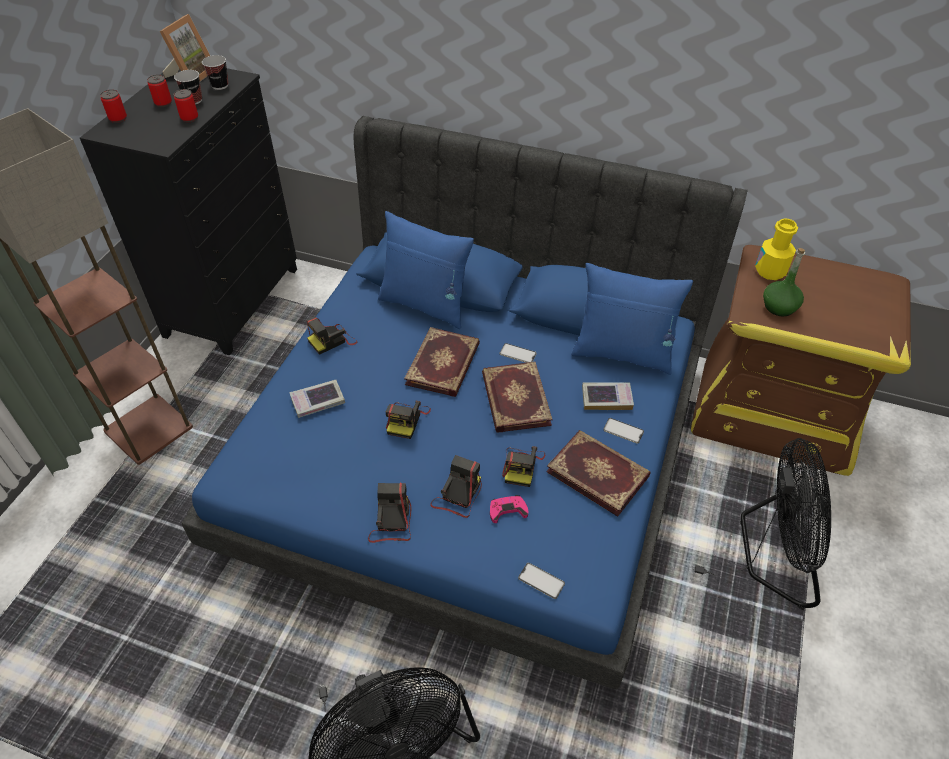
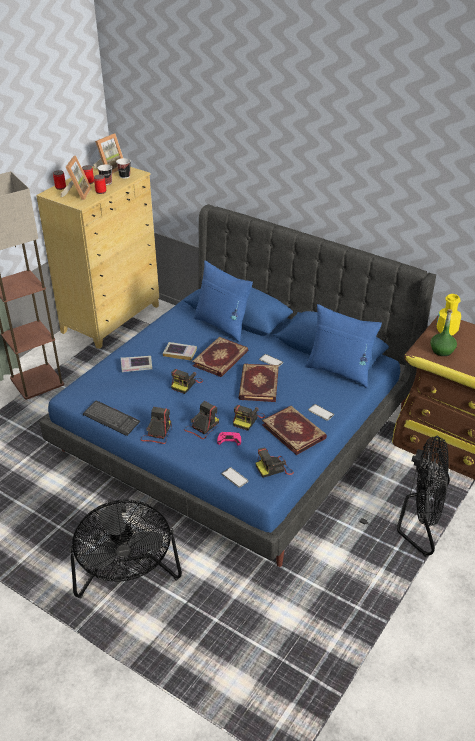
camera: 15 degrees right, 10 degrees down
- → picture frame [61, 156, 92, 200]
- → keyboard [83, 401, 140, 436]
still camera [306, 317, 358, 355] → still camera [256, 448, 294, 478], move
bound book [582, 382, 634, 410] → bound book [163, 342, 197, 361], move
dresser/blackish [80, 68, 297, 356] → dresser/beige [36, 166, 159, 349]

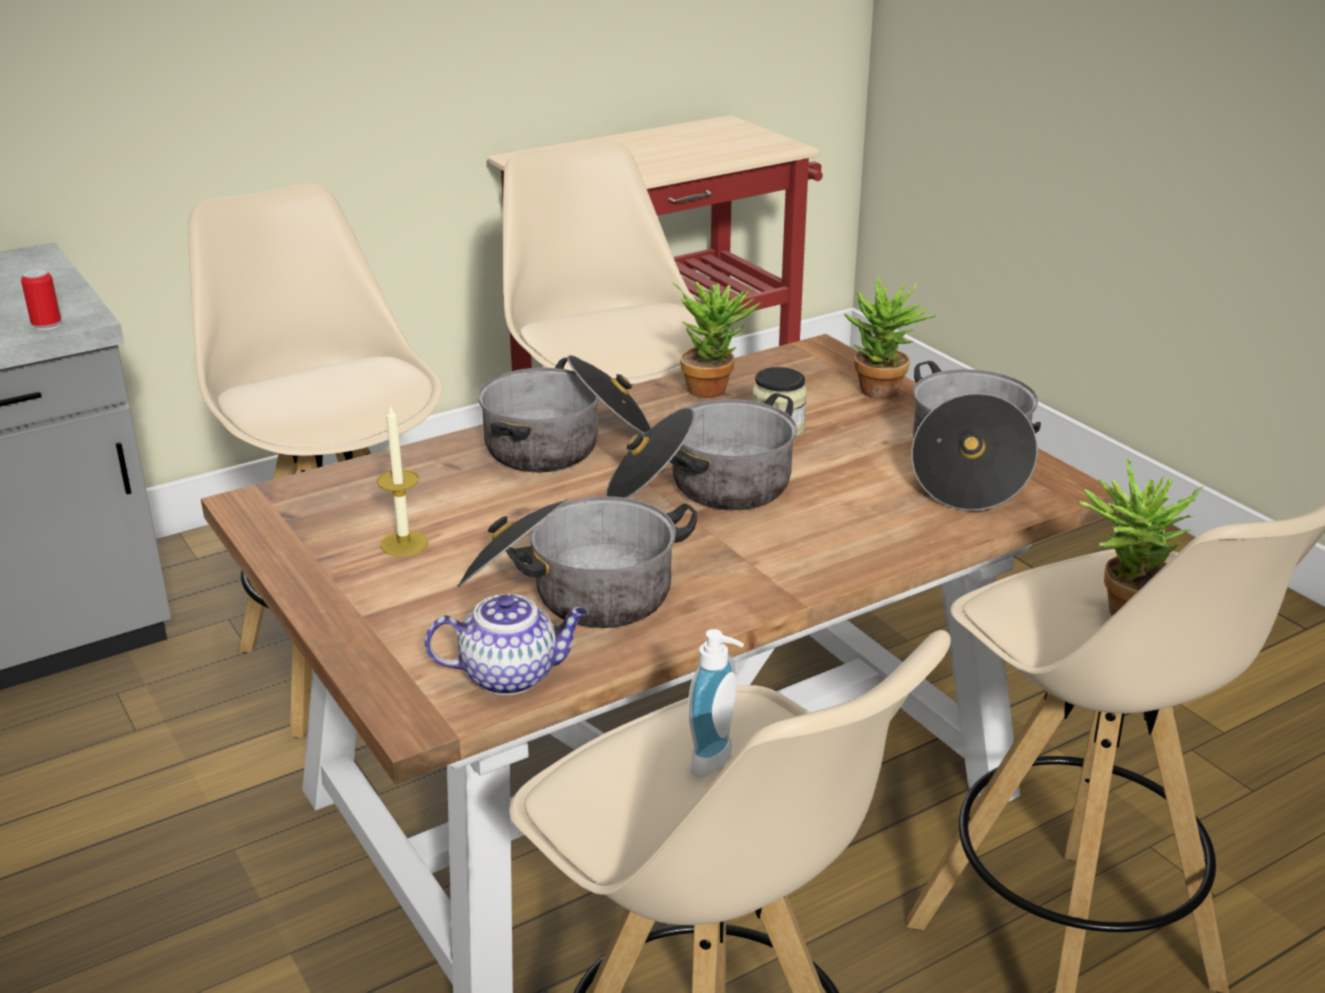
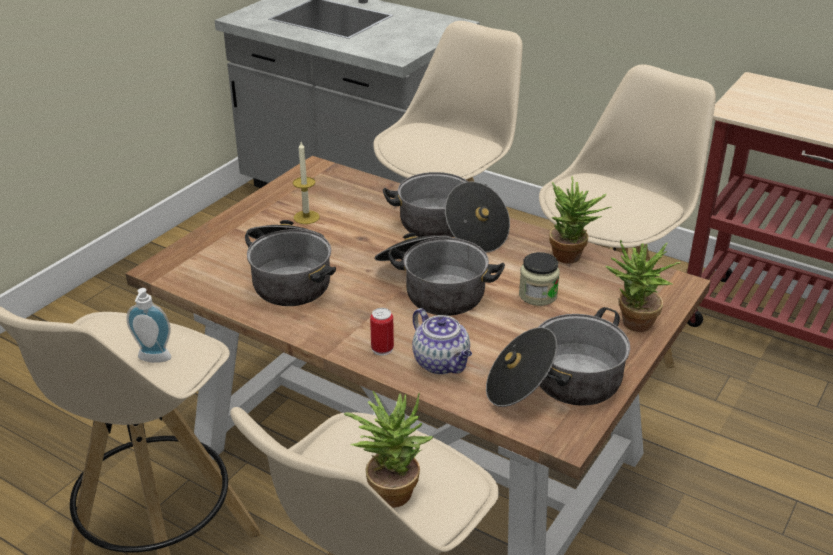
camera: 65 degrees right, 5 degrees up
can [21, 268, 61, 331] → can [370, 308, 394, 356], move
teapot [425, 594, 588, 695] → teapot [412, 308, 472, 375], move

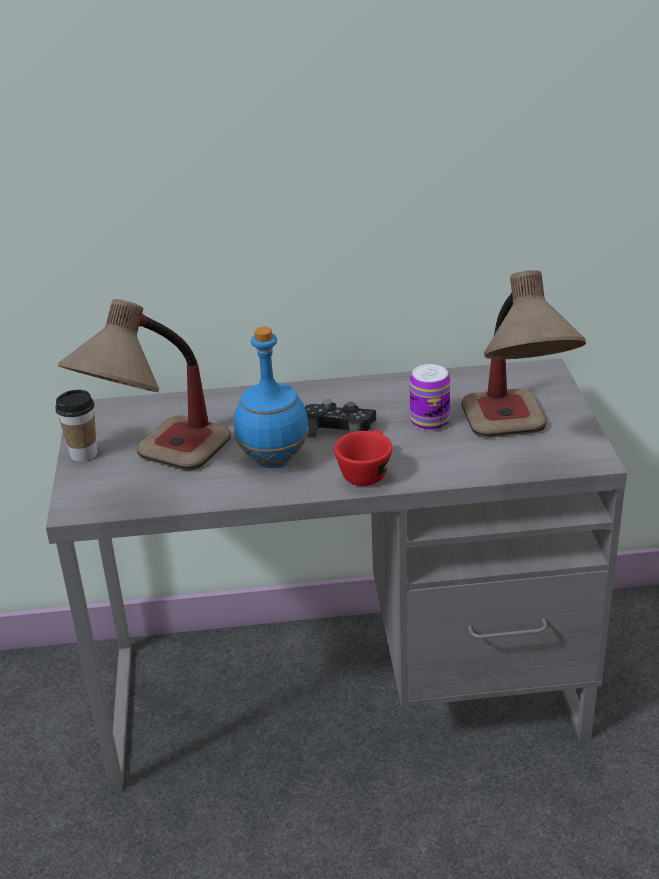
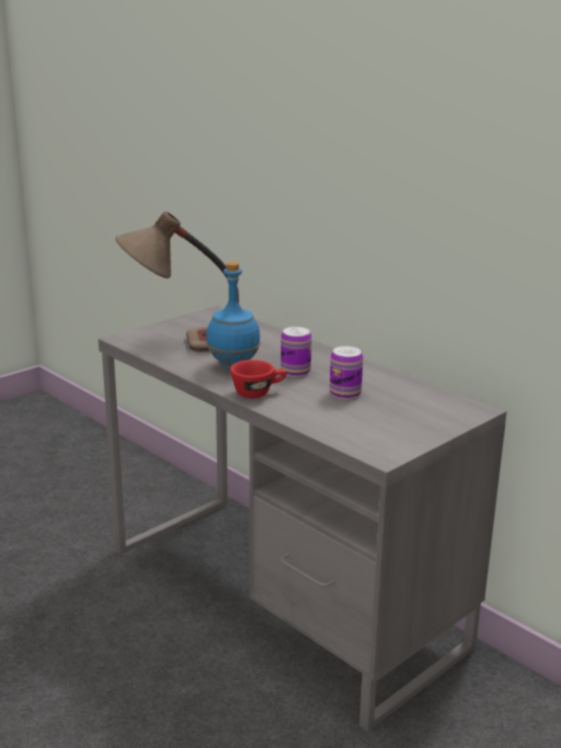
camera: 50 degrees right, 10 degrees down
cup [55, 390, 97, 462] → -
table lamp [461, 270, 586, 438] → -
game controller/blackish [305, 399, 376, 438] → can [281, 327, 312, 377]

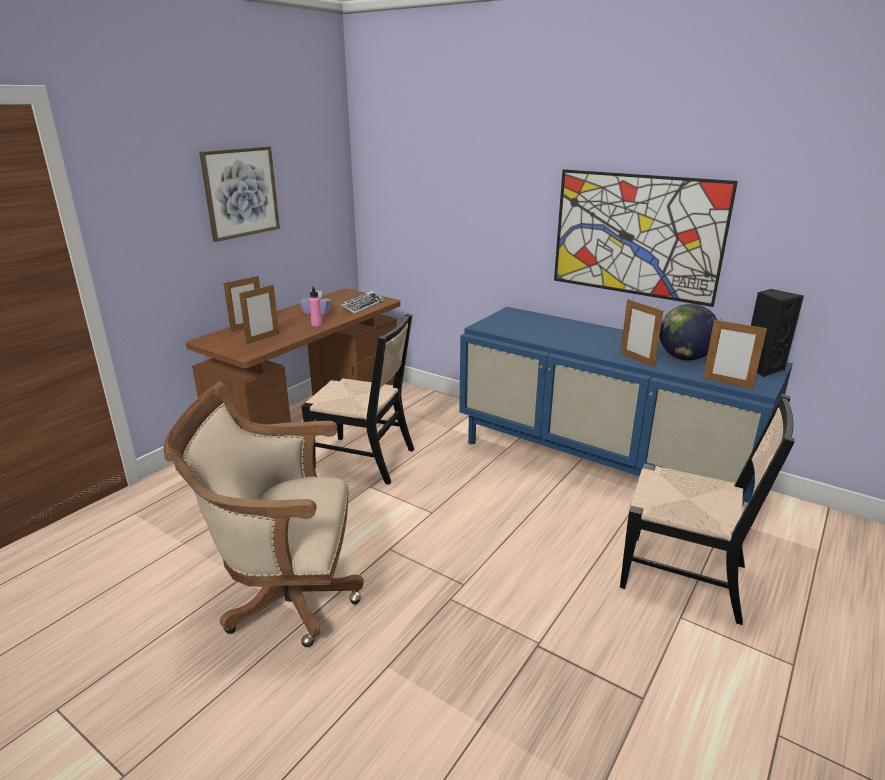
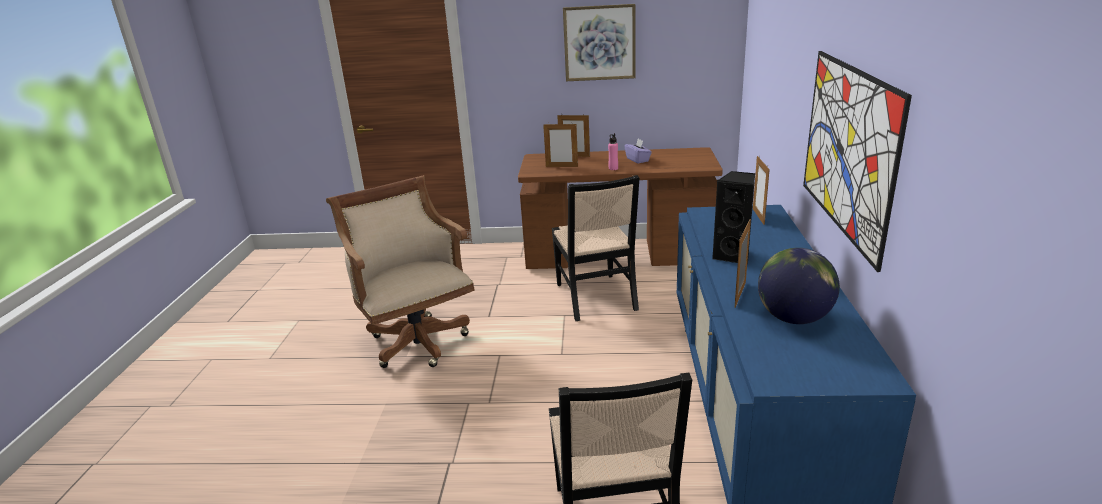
camera: 60 degrees right, 0 degrees up
keyboard [341, 291, 385, 314] → -
picture frame [703, 320, 767, 389] → picture frame [753, 156, 770, 225], move
speaker/blackish [751, 289, 804, 377] → speaker/blackish [712, 171, 755, 264], move

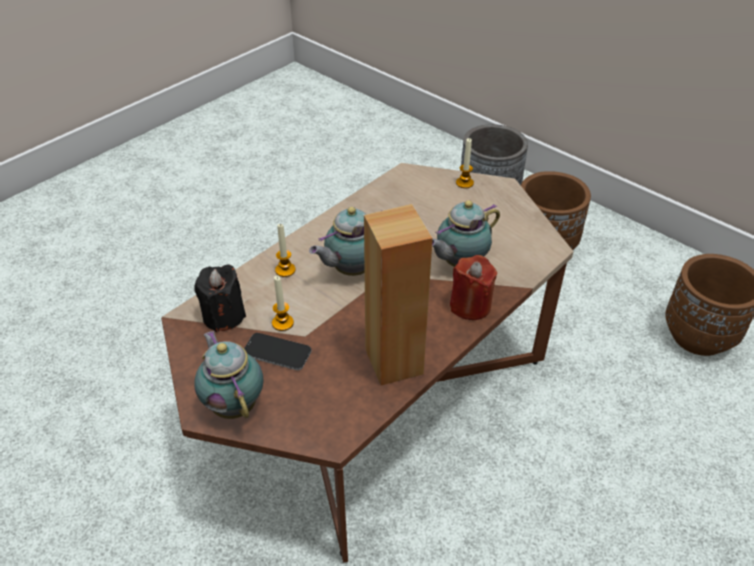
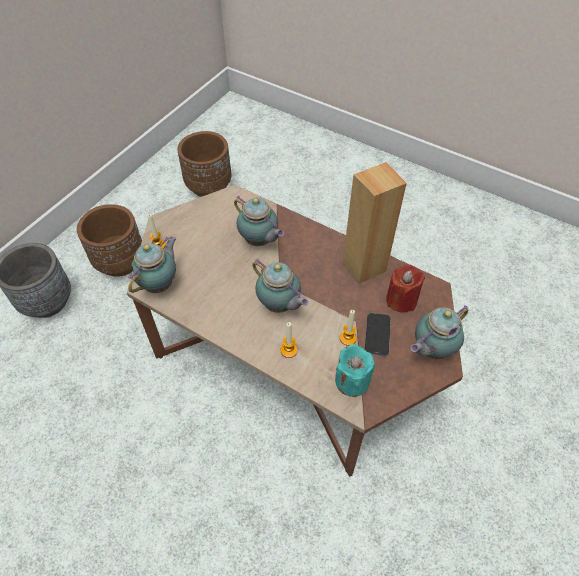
camera: 100 degrees left, 10 degrees up
- → teapot [128, 236, 176, 293]
wax candle/red [450, 255, 497, 320] → wax candle/red [386, 264, 425, 313], move
wax candle/blackish [194, 264, 246, 332] → wax candle/turquoise-coloured [335, 344, 375, 397]

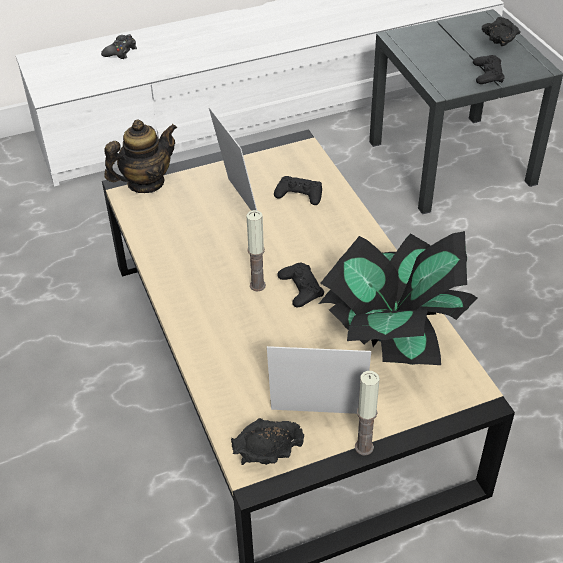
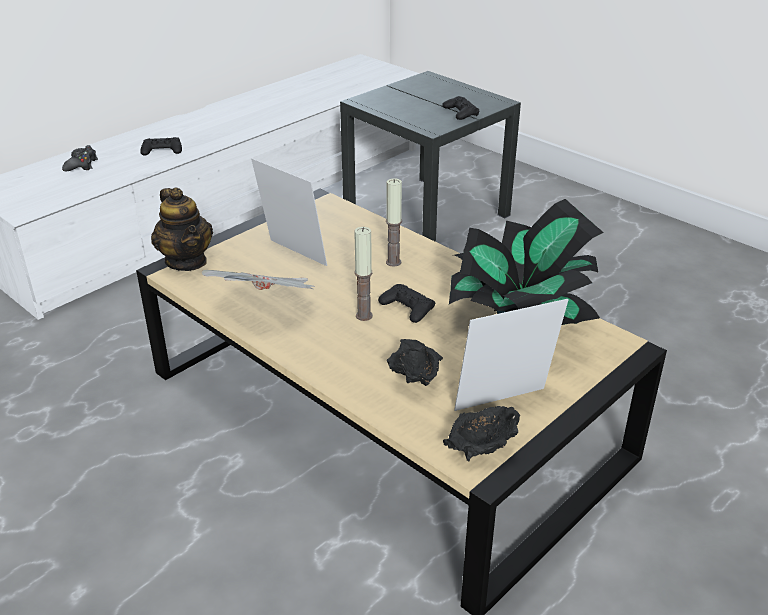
camera: 25 degrees left, 10 degrees down
- → newspaper [202, 270, 314, 290]
game controller/blackish [274, 176, 322, 205] → game controller/blackish [140, 137, 182, 156], move
wax candle [355, 371, 380, 456] → wax candle [386, 178, 402, 267], move
serving bowl/blackish [482, 17, 521, 46] → serving bowl/blackish [387, 339, 443, 386], move
teapot [104, 119, 177, 193] → teapot [151, 188, 213, 271], 120 degrees clockwise

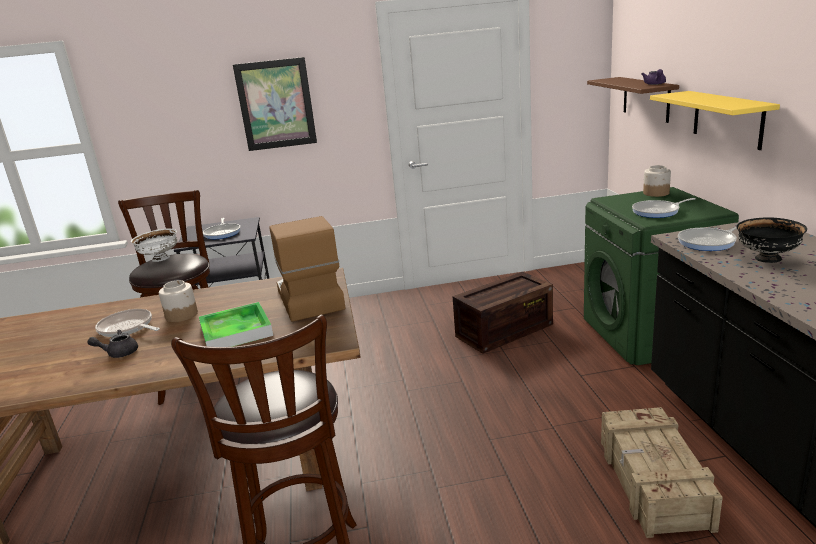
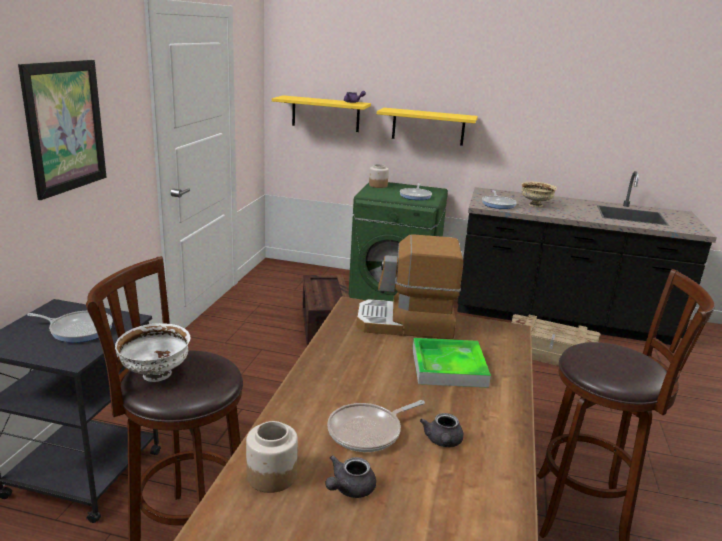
camera: 70 degrees left, 0 degrees up
- → teapot/grey [325, 455, 376, 498]
storage jar [159, 280, 198, 322] → storage jar [246, 421, 298, 493], move
bracket shelf/brown-coloured [587, 77, 679, 123] → bracket shelf/yellow-coloured [272, 95, 371, 132]
serving bowl/blackish [736, 217, 807, 263] → serving bowl/beige [521, 182, 557, 207]

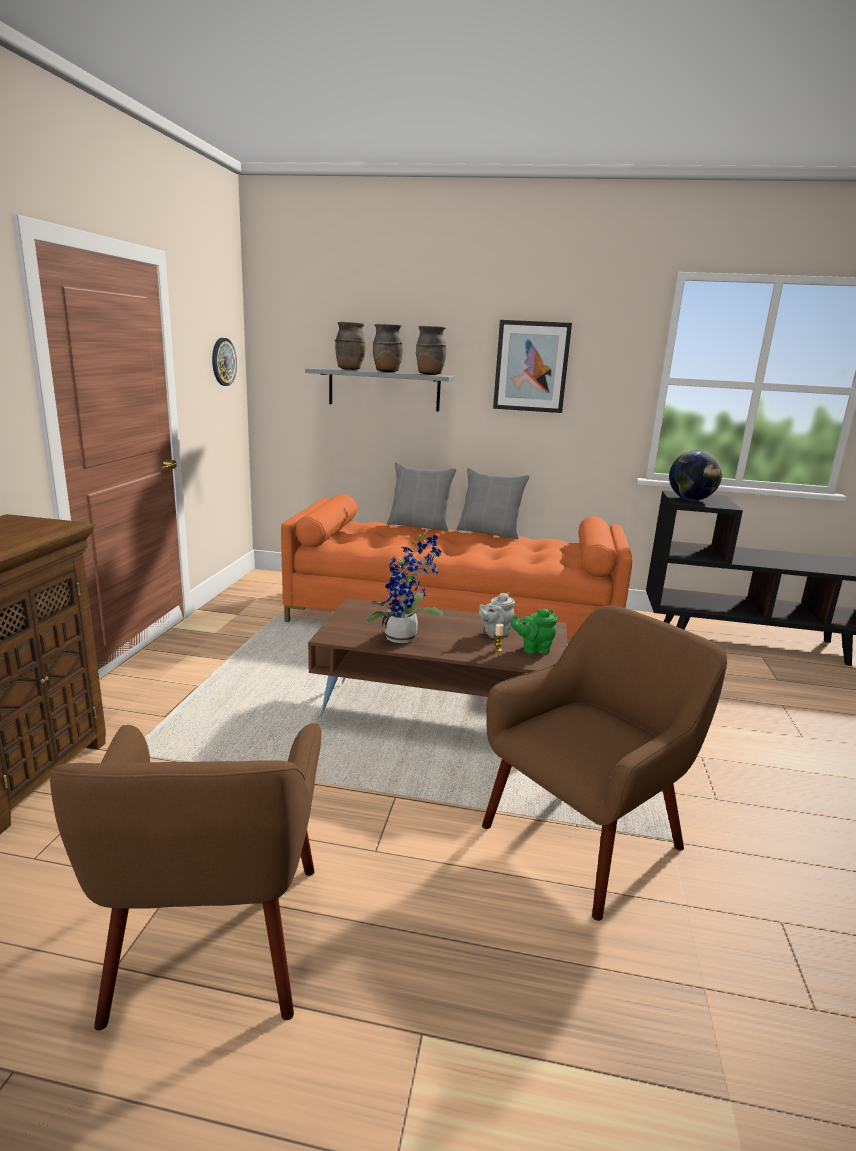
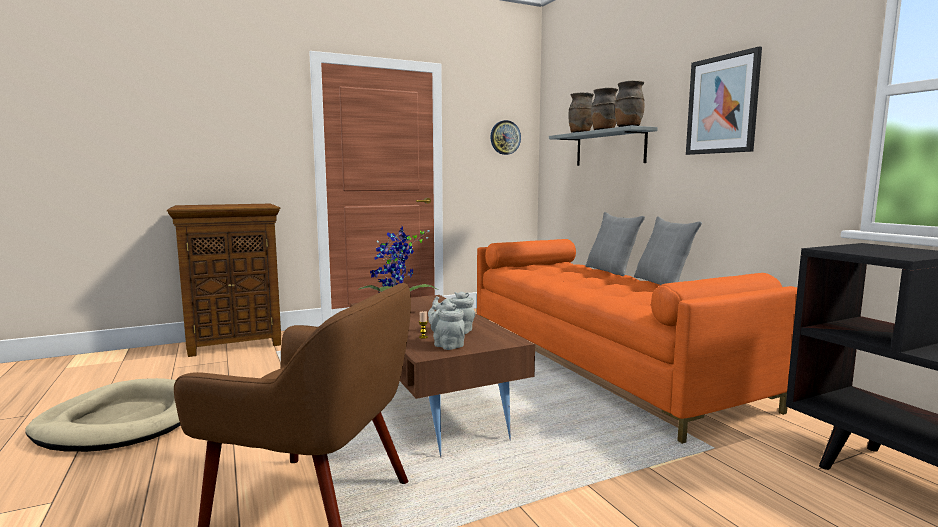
camera: 55 degrees right, 10 degrees down
globe [669, 450, 722, 500] → -
lounge chair/brown-coloured [50, 723, 321, 1031] → dog bed/beige [26, 378, 180, 452]
teapot/green-coloured [511, 609, 557, 654] → teapot/grey [428, 303, 465, 350]

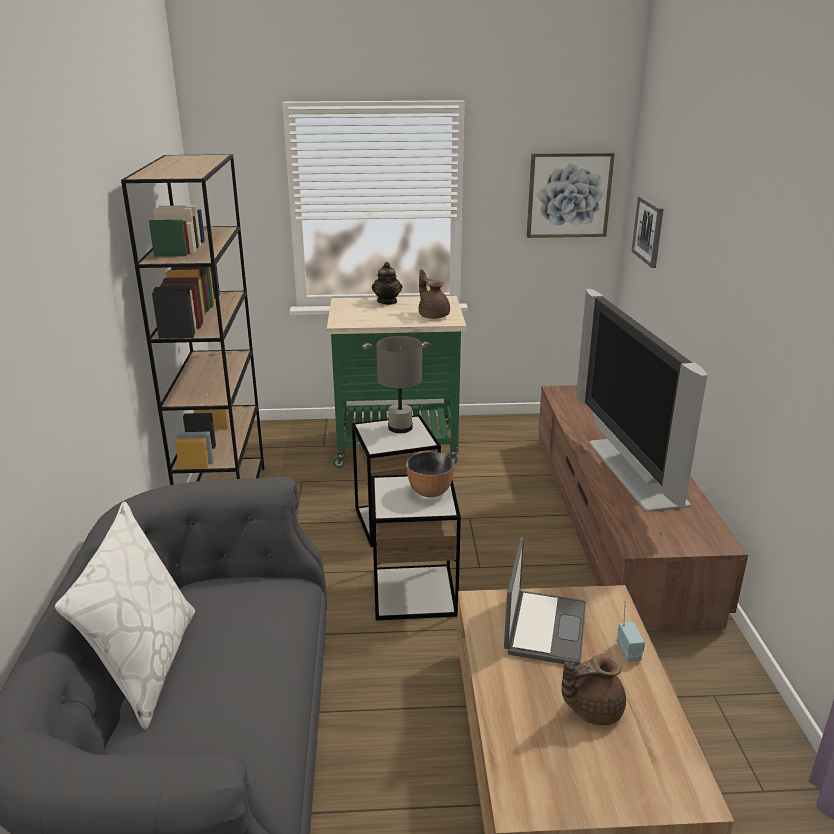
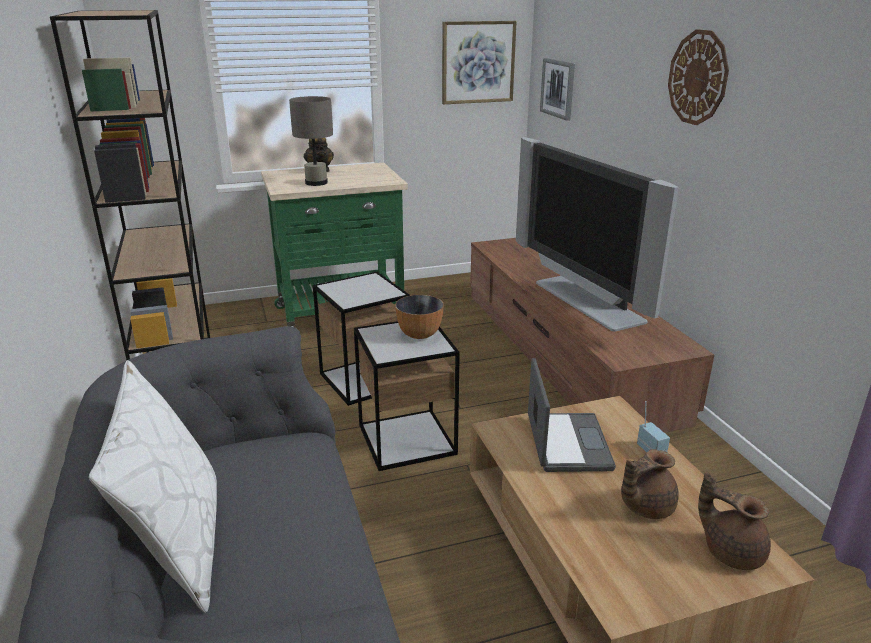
camera: 15 degrees left, 0 degrees up
- → hanging clock [668, 29, 729, 125]
table lamp/grey [377, 336, 422, 433] → table lamp/grey [289, 96, 333, 186], move
teapot/brown-coloured [419, 269, 450, 319] → teapot/brown-coloured [698, 472, 771, 570], move

